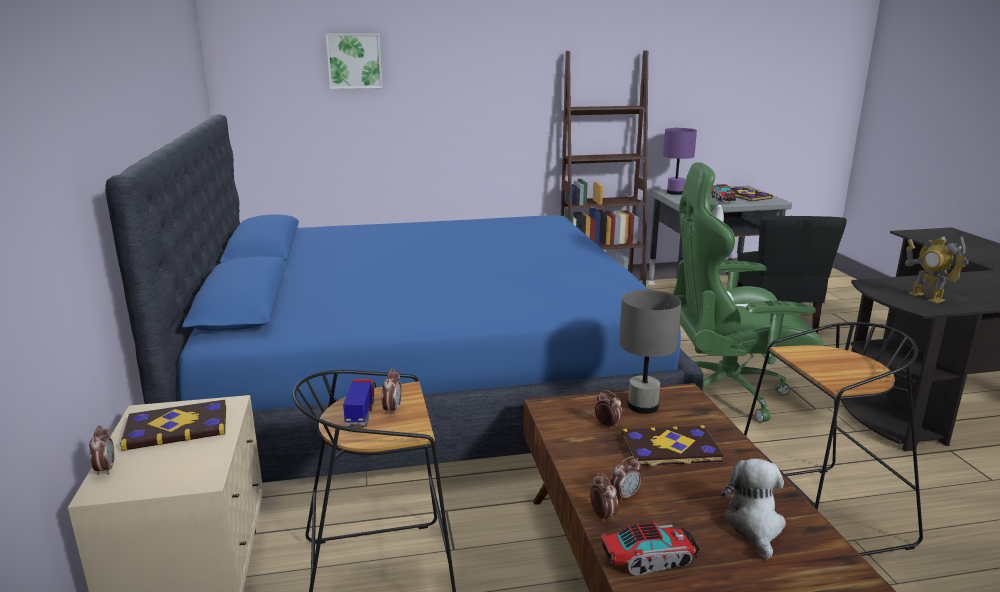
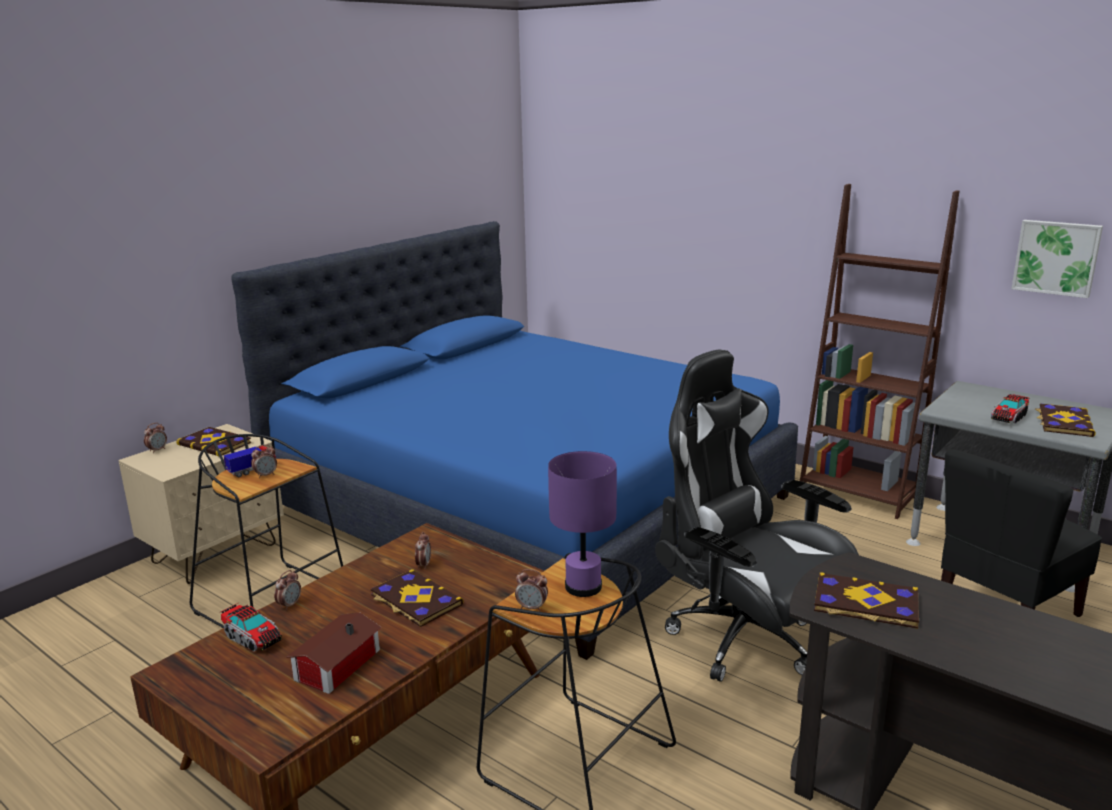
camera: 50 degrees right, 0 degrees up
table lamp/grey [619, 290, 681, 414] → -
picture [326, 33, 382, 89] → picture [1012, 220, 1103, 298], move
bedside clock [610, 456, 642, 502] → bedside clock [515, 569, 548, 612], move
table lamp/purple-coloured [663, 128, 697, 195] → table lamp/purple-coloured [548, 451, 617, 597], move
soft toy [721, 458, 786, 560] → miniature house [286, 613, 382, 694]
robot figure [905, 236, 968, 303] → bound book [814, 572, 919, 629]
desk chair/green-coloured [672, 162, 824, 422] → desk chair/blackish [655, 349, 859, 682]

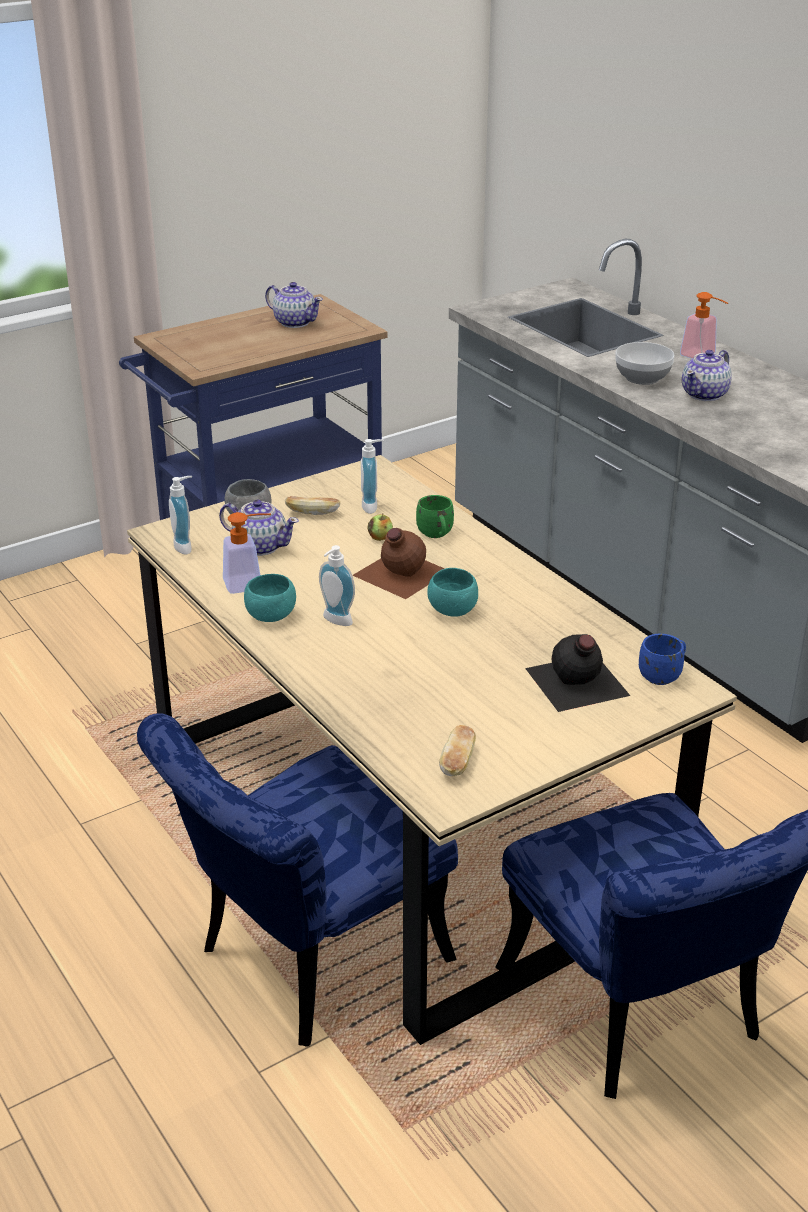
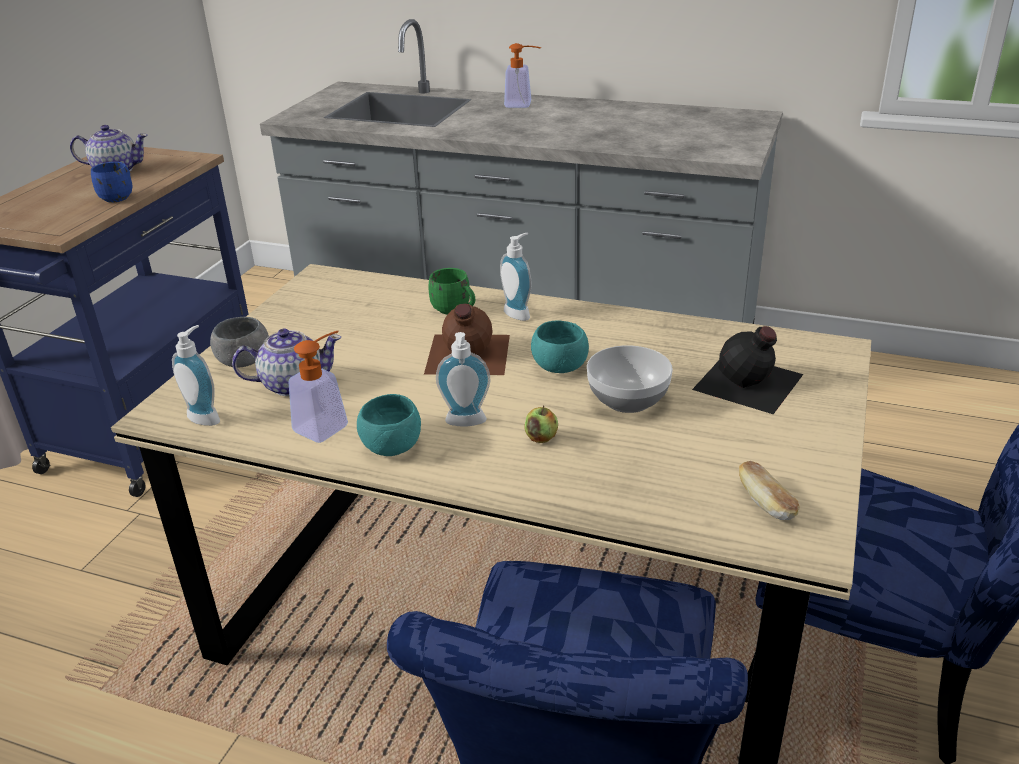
camera: 35 degrees left, 0 degrees up
bread [285, 496, 340, 515] → -
teapot [682, 350, 732, 401] → -
soap bottle [361, 439, 384, 514] → soap bottle [500, 233, 532, 321], move
apple [368, 514, 393, 541] → apple [524, 406, 558, 443], move
serving bowl [615, 342, 675, 385] → serving bowl [587, 345, 673, 413], move
tea mug/bluish [639, 634, 686, 685] → tea mug/bluish [91, 162, 133, 203], move

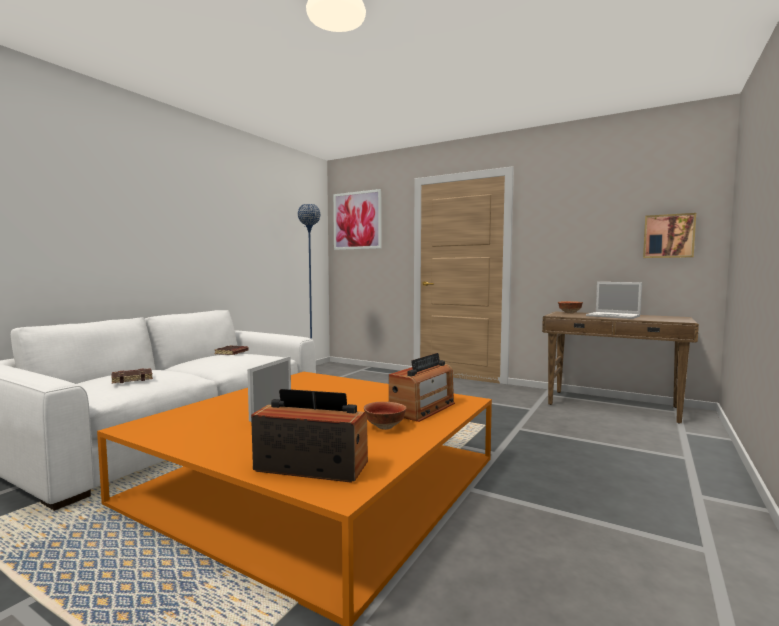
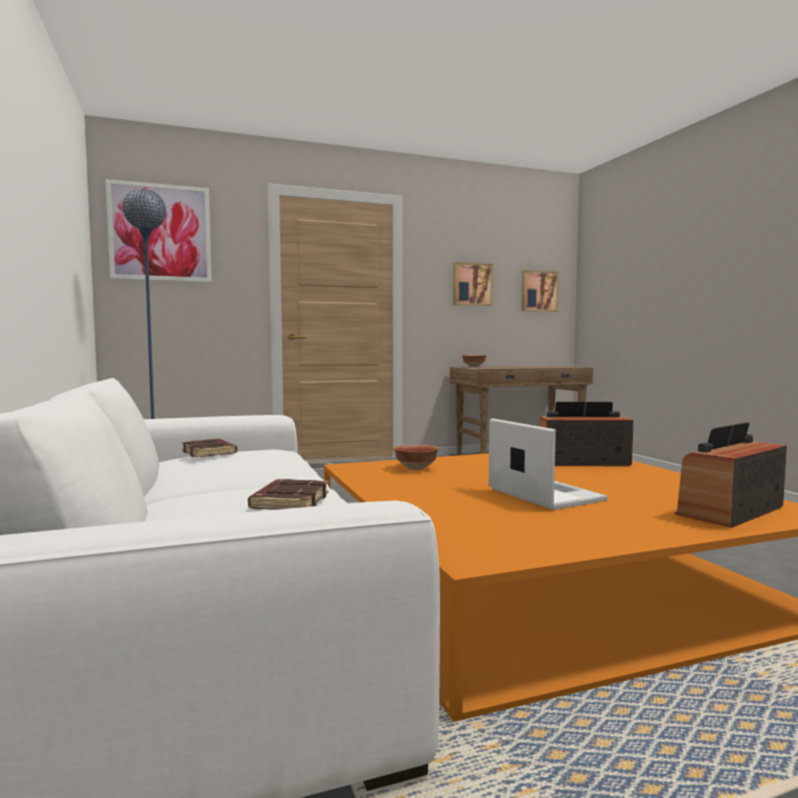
camera: 50 degrees left, 0 degrees up
portable computer [586, 282, 642, 319] → -
- → picture [453, 262, 493, 306]
serving bowl [364, 402, 406, 430] → serving bowl [394, 445, 439, 471], move
radio [389, 353, 455, 422] → radio [539, 402, 634, 466], 75 degrees counterclockwise

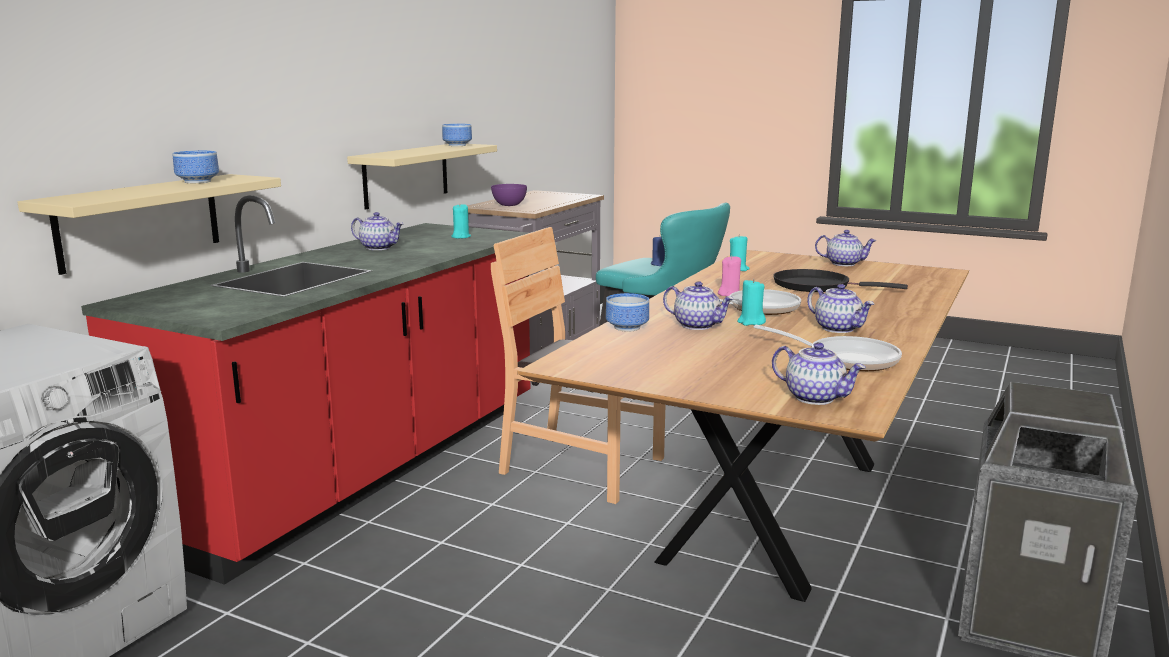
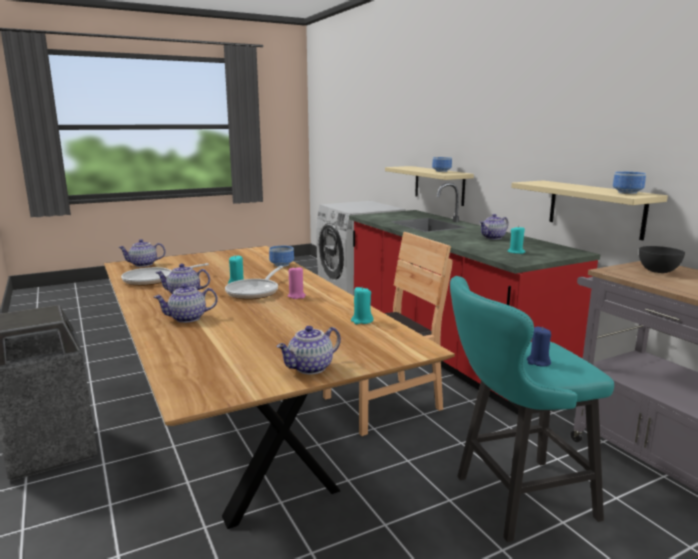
camera: 125 degrees right, 0 degrees up
skillet/blackish [773, 269, 908, 292] → -
teapot [663, 281, 734, 330] → teapot [154, 284, 218, 323], move
serving bowl/purple-coloured [491, 184, 527, 206] → serving bowl/grey [639, 246, 685, 273]

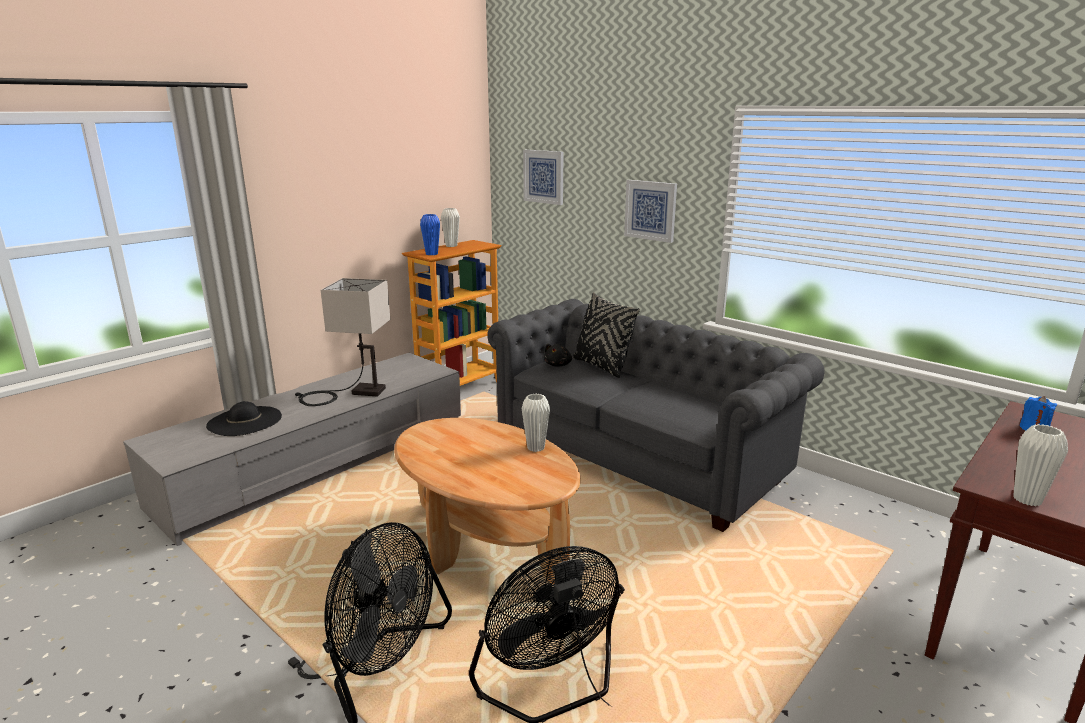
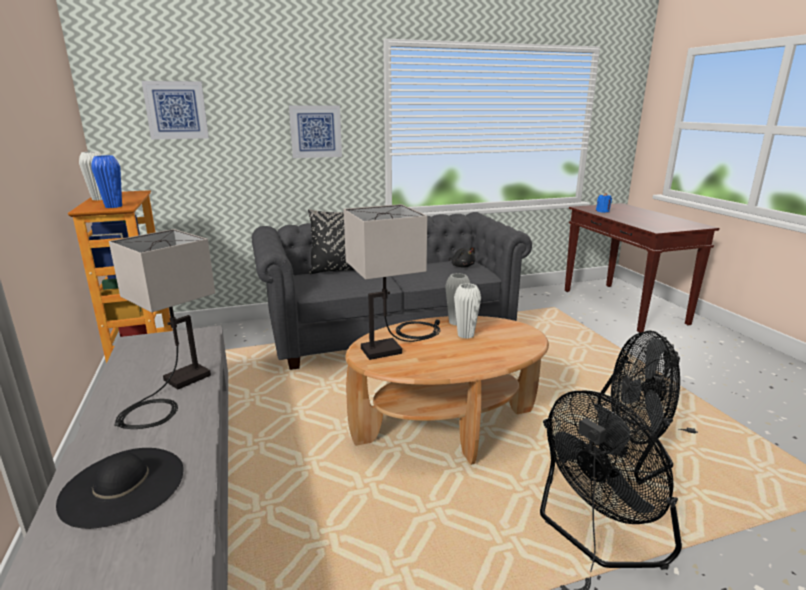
camera: 60 degrees left, 0 degrees up
- → table lamp [344, 204, 440, 360]
soft toy/blackish [544, 344, 572, 366] → soft toy/blackish [449, 247, 476, 268], move
decorative vase/white [1013, 424, 1068, 506] → decorative vase/white [454, 283, 481, 339], move

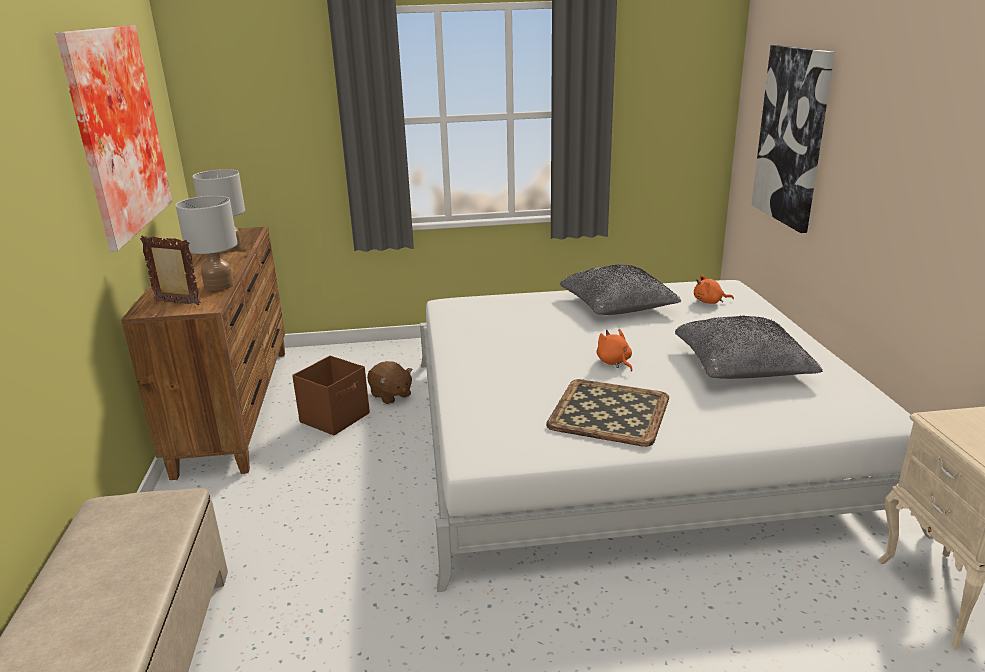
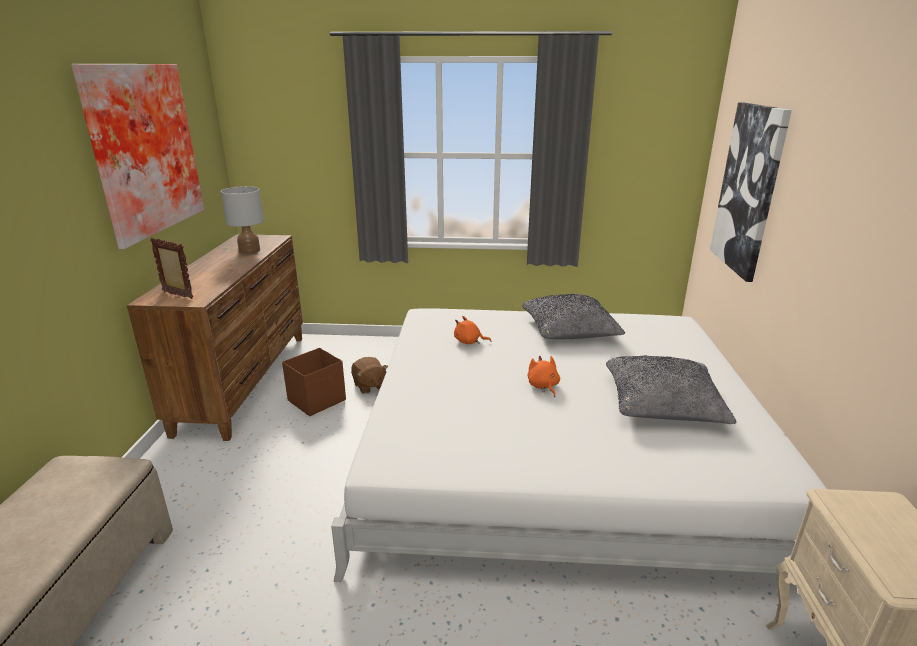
camera: 10 degrees right, 0 degrees up
table lamp/grey [176, 196, 238, 291] → -
carrying tray [546, 379, 669, 447] → -
soft toy/orange [694, 275, 734, 304] → soft toy/orange [454, 316, 491, 344], move

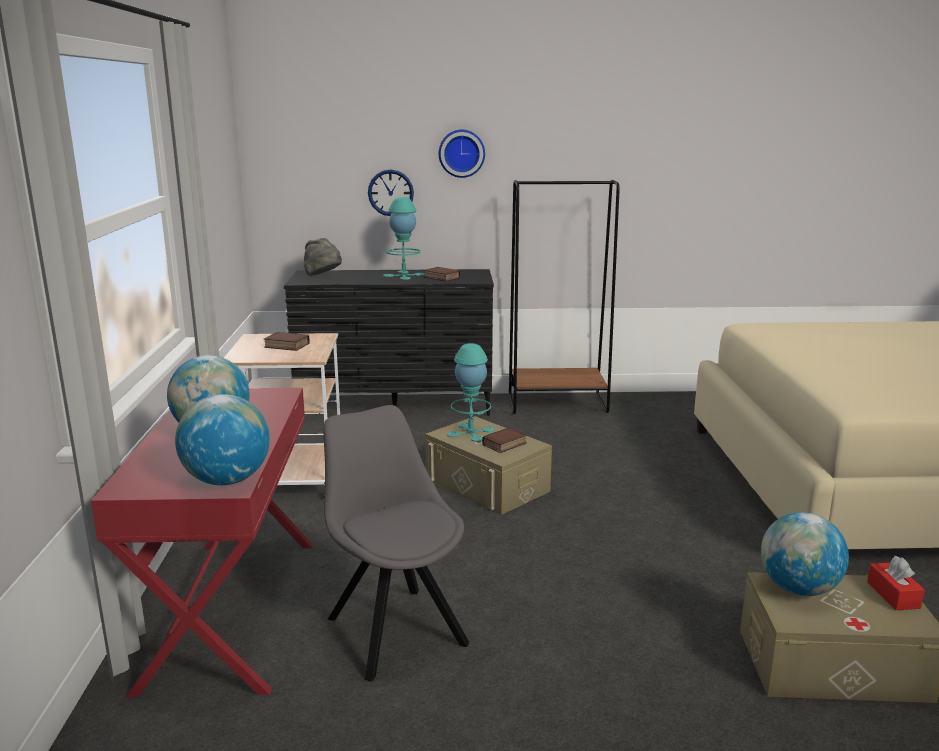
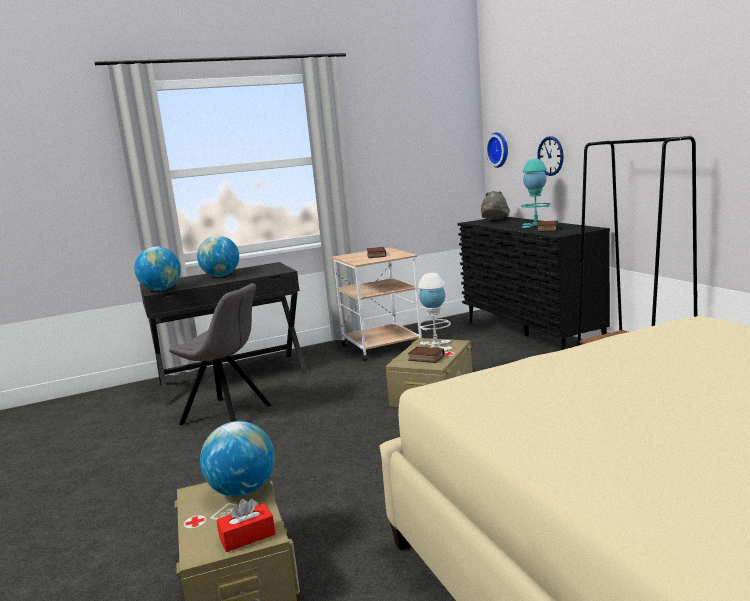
camera: 70 degrees right, 5 degrees down
hanging clock [439, 130, 485, 178] → hanging clock [486, 132, 508, 168], move
desk table/red [91, 388, 313, 698] → desk table/blackish [139, 262, 307, 405]
table lamp/turquoise-coloured [447, 343, 494, 442] → table lamp/white [418, 273, 452, 351]
upright chair/grey [323, 405, 469, 681] → upright chair/grey [169, 283, 271, 425], 75 degrees clockwise

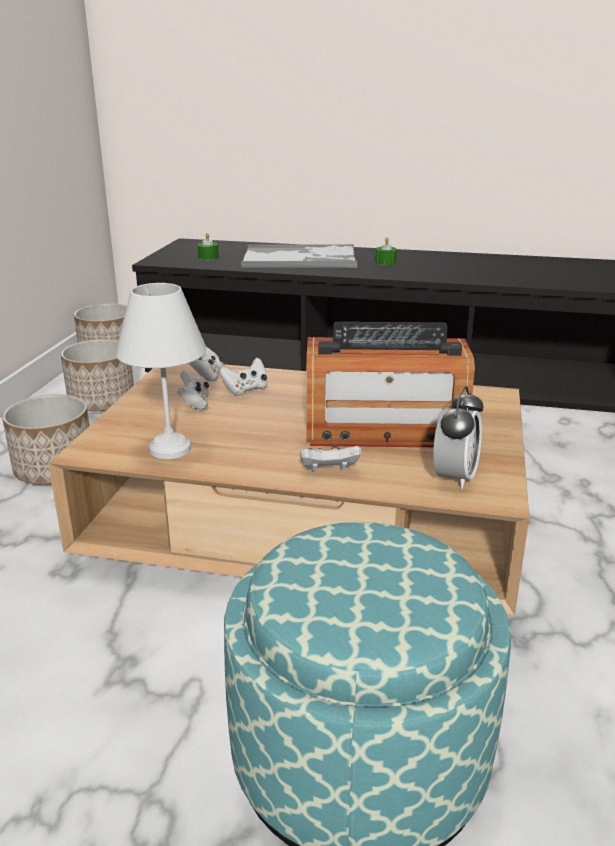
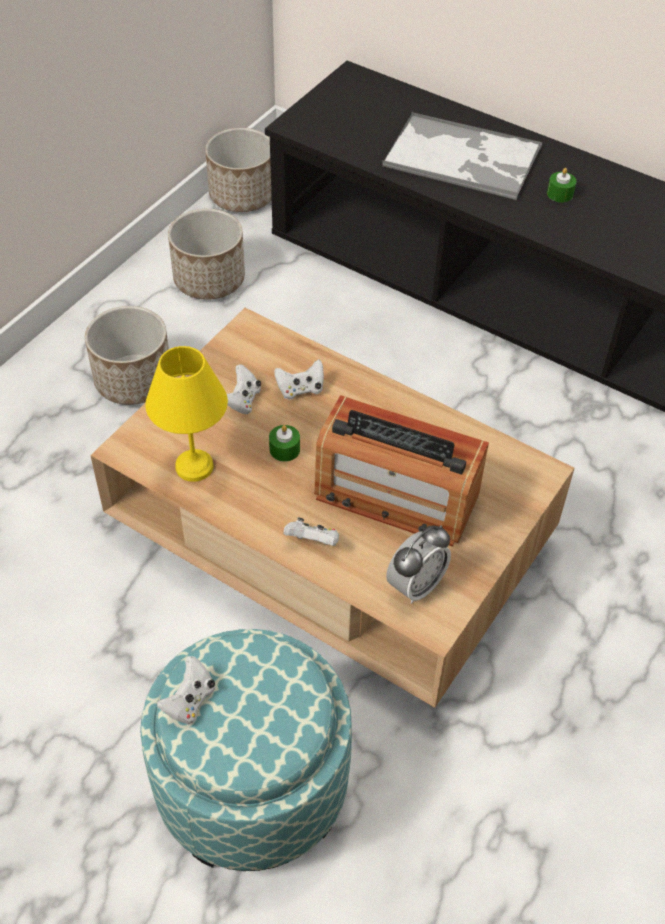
camera: 20 degrees right, 25 degrees up
game controller/white [190, 346, 224, 382] → game controller/white [157, 656, 215, 725], move
wax candle/green-coloured [197, 233, 219, 260] → wax candle/green-coloured [269, 425, 300, 462], move
table lamp/white [116, 283, 207, 459] → table lamp/yellow-coloured [145, 346, 228, 482]

